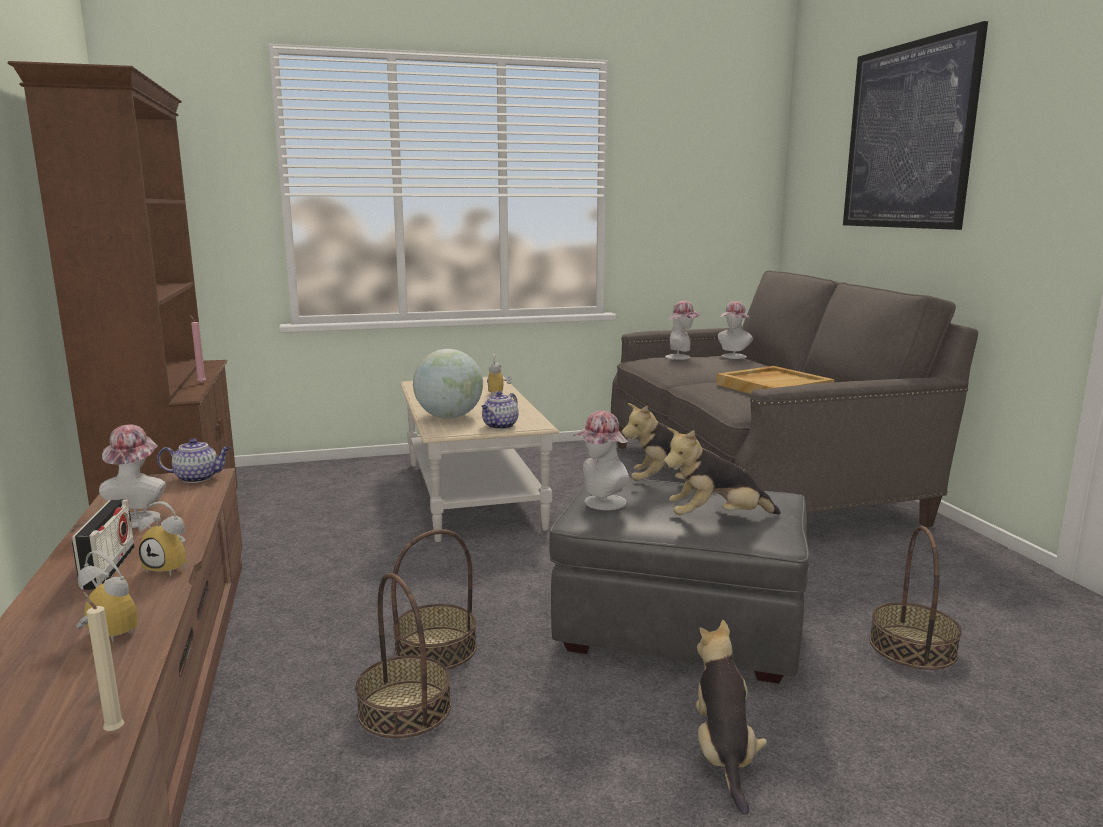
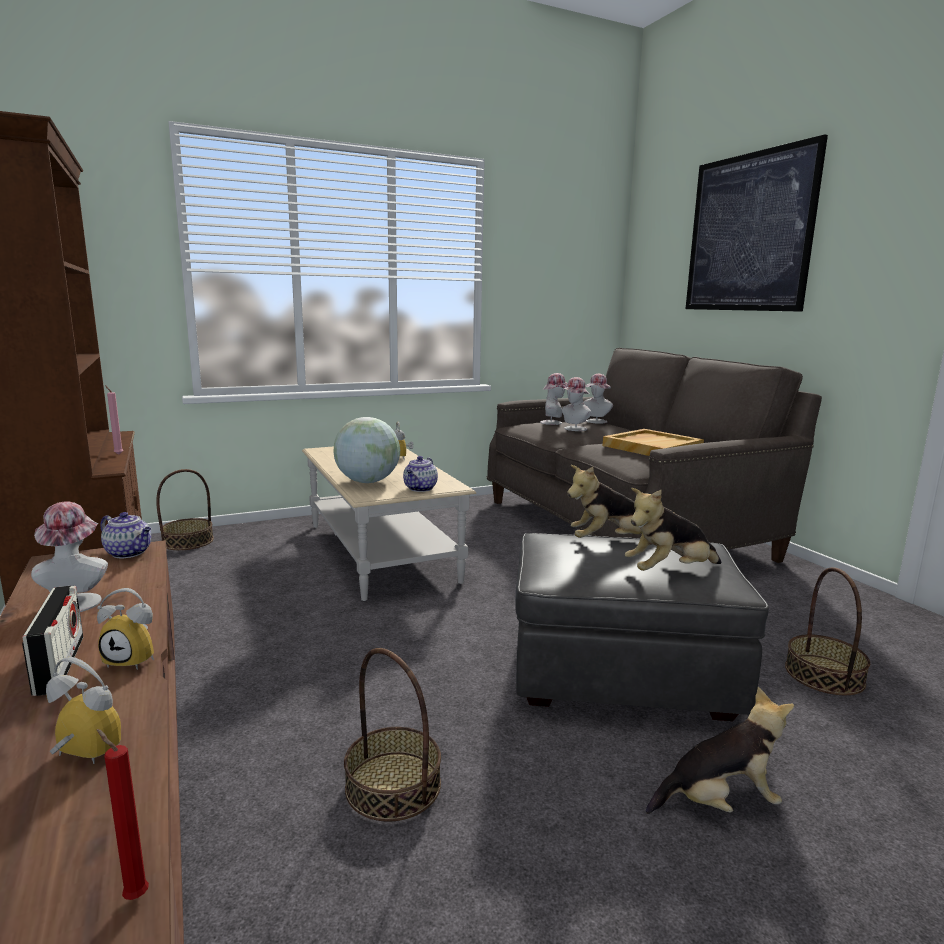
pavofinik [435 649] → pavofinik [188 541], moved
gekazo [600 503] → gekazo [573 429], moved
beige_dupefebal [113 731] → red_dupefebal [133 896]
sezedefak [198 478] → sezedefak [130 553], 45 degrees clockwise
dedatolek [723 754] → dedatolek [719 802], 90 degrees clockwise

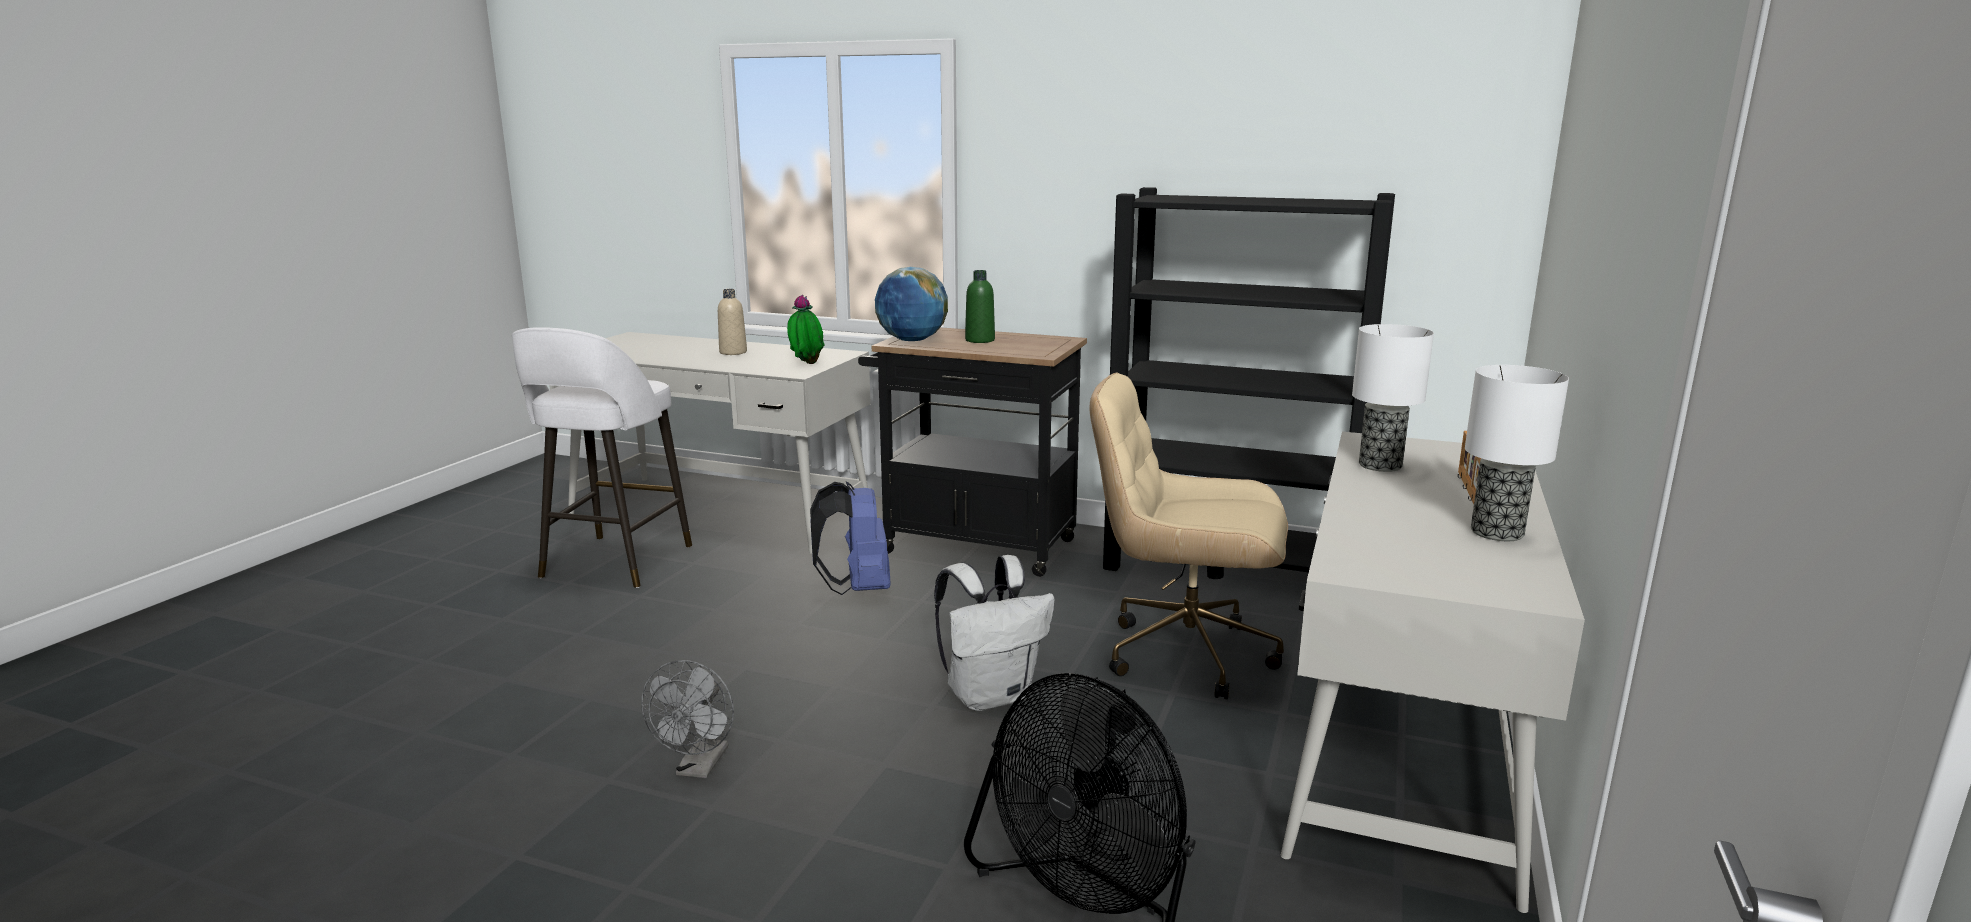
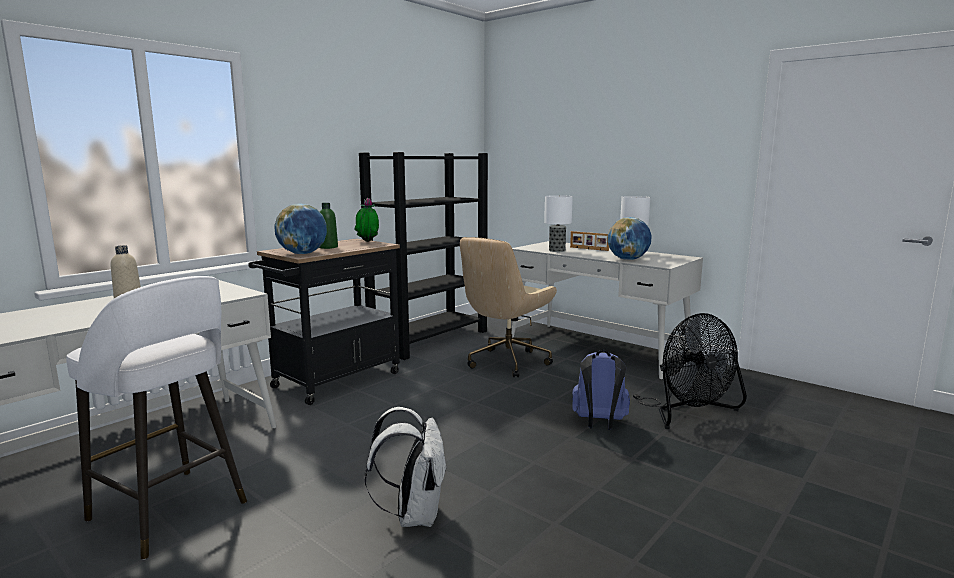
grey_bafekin [699 768] → -
- → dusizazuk [628 259]
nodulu [806 364] → nodulu [367 242], moved
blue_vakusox [857 588] → blue_vakusox [599 424], moved
white_vakusox [991 695] → white_vakusox [414 515], moved

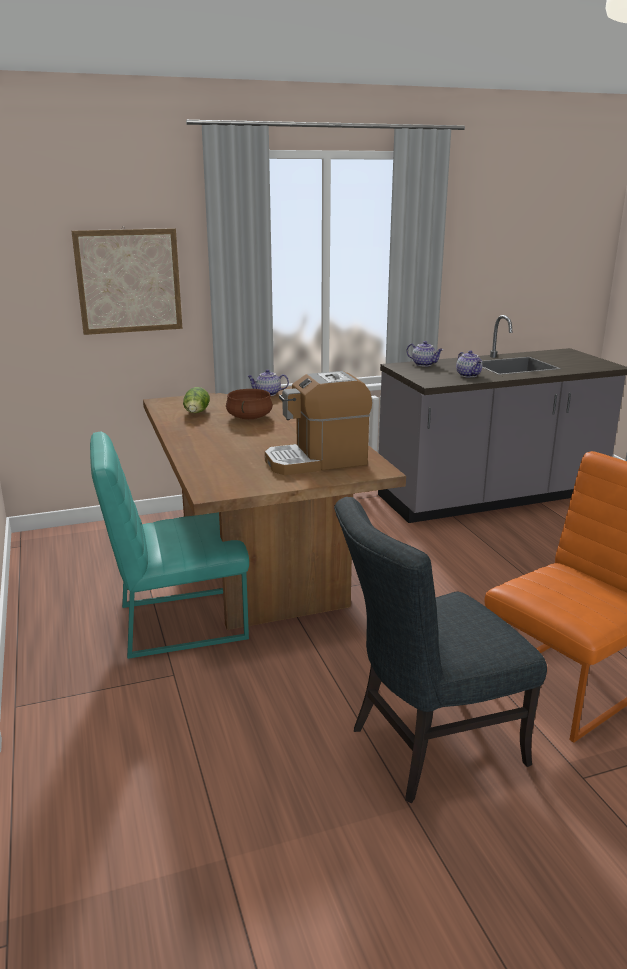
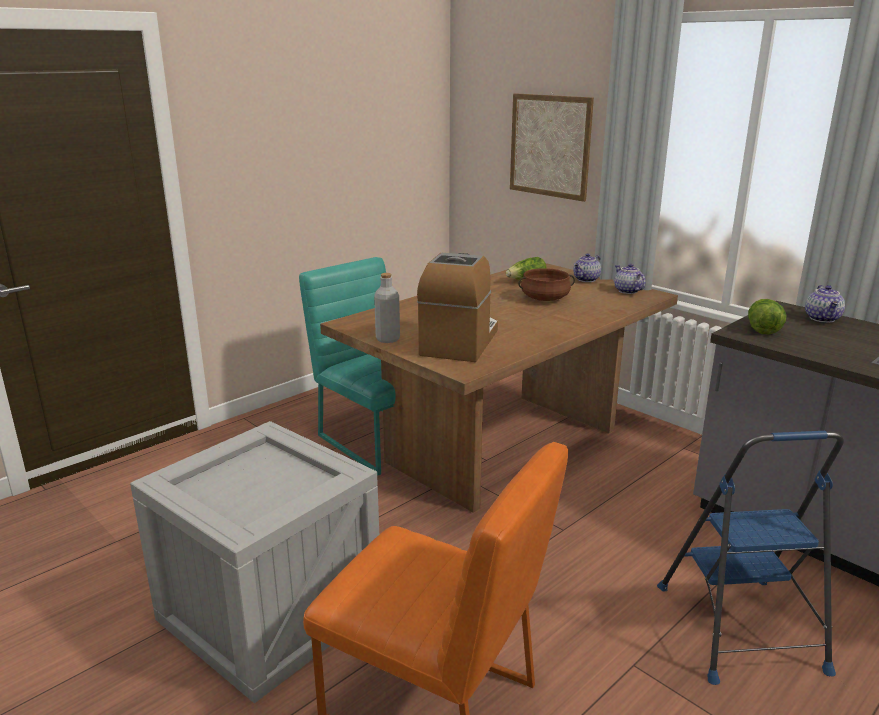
- → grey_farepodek [387 339]
- → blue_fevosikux [741 630]
- → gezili [762 328]
sezedefak [469 375] → sezedefak [586 280], moved
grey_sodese [427 746] → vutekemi [270 610]
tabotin [317 461] → tabotin [459 342], 60 degrees clockwise

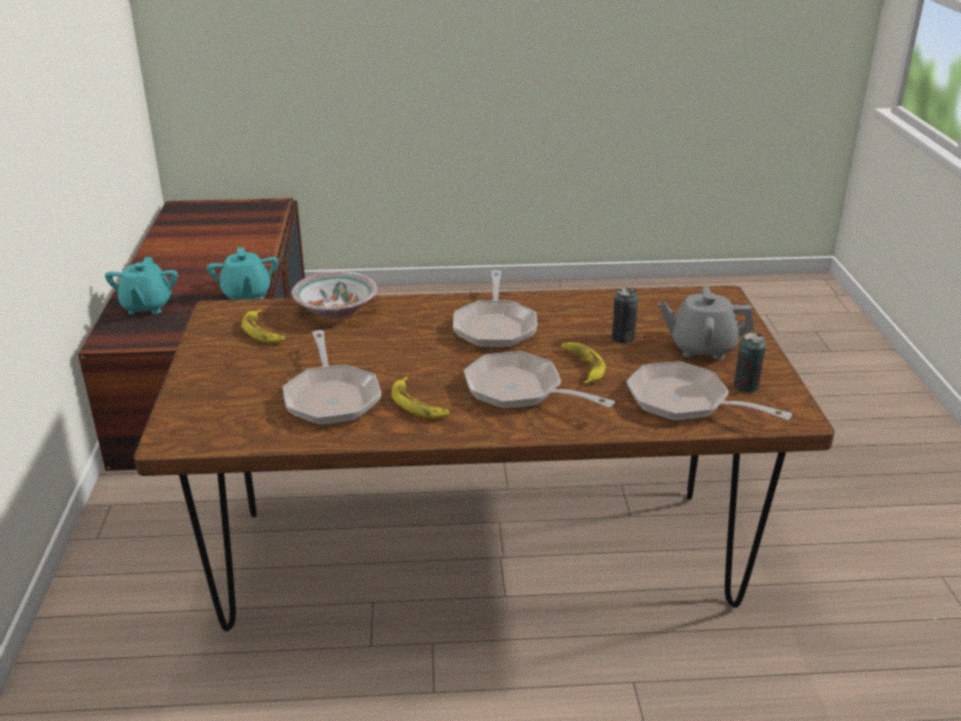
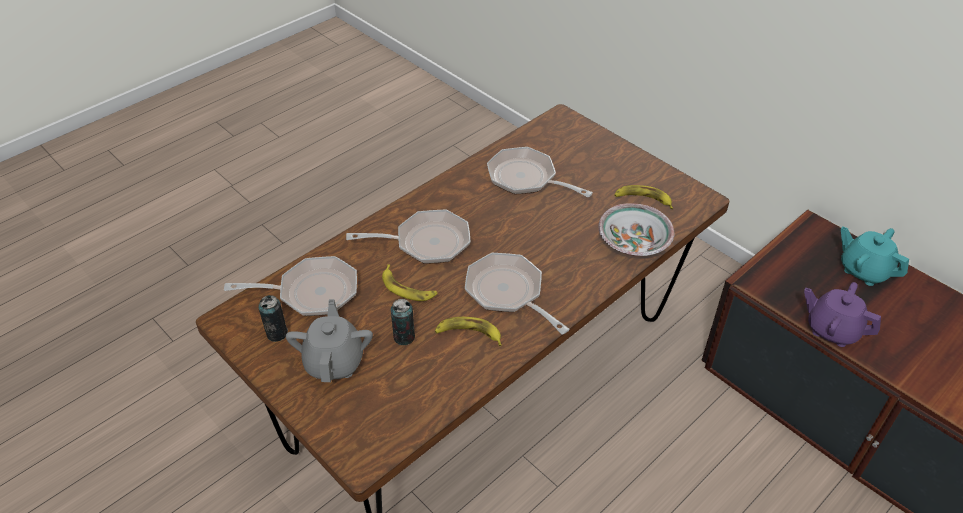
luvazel [418 404] → luvazel [468 334], moved
turquoise_sezedefak [246 295] → purple_sezedefak [832 329]
grey_sezedefak [702 348] → grey_sezedefak [334 362], 60 degrees counterclockwise

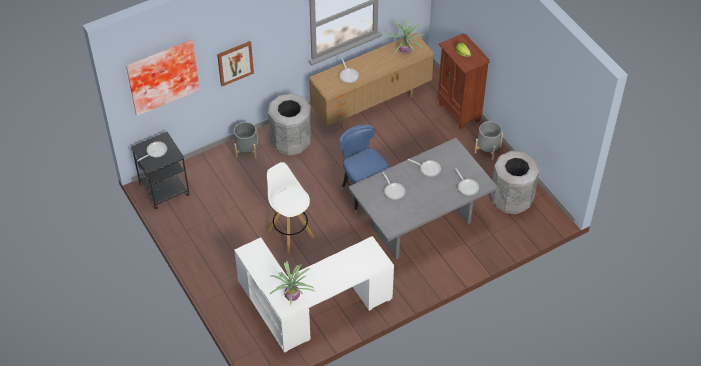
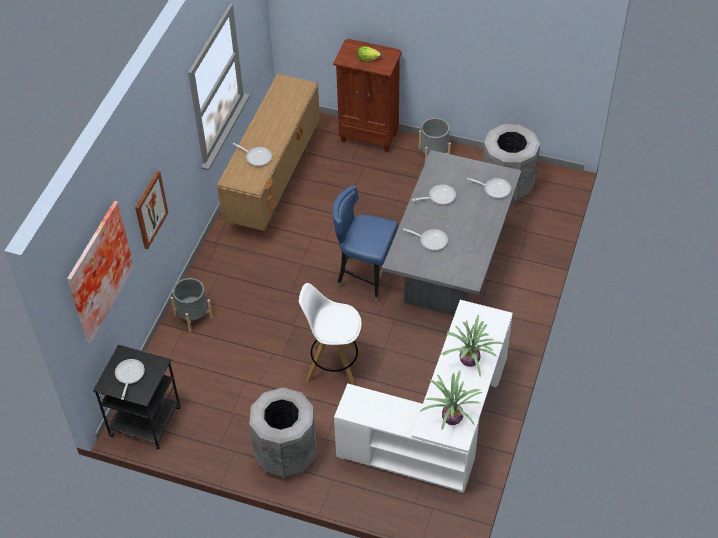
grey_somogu [291 142] → grey_somogu [286 455], moved
nodulu [404 51] → nodulu [469 362], moved

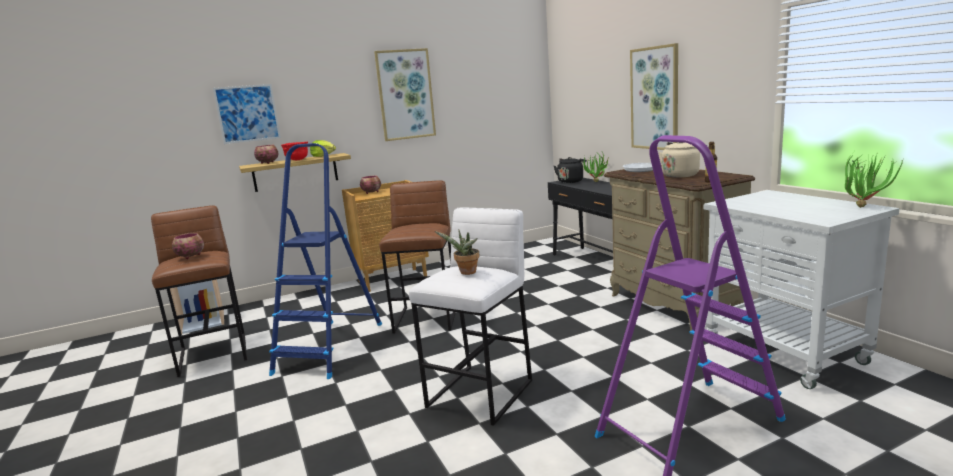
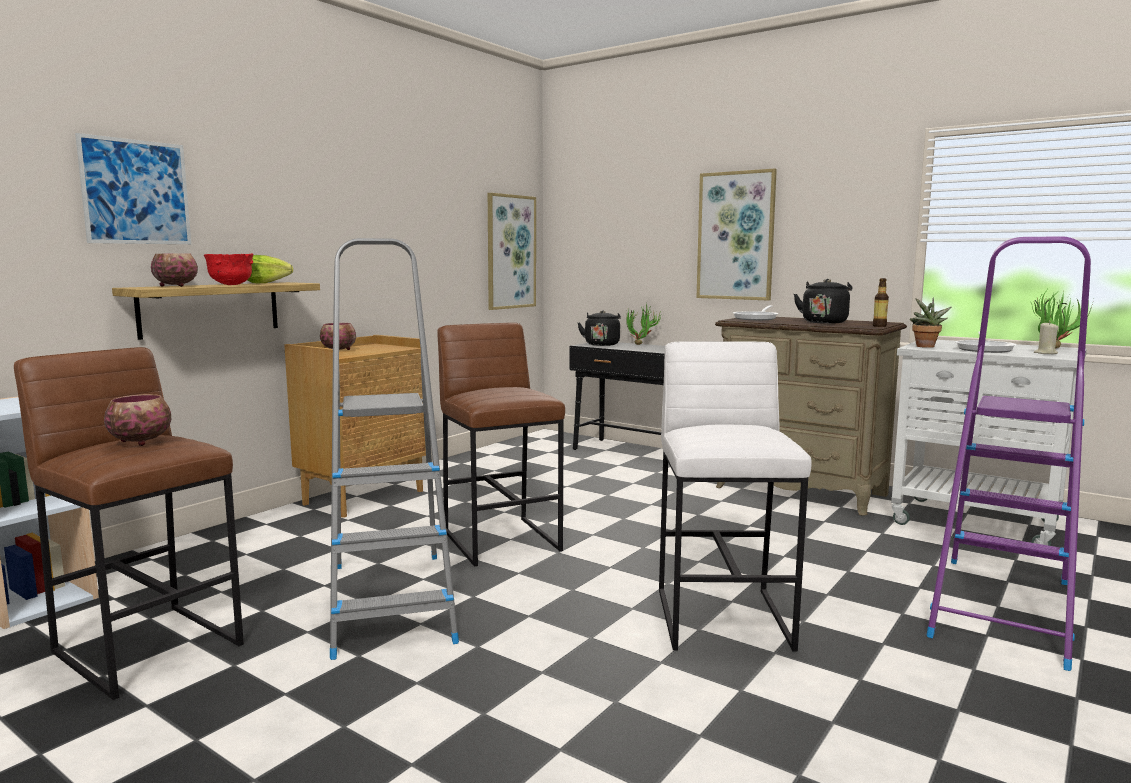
- → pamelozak [984 349]
- → beige_dupefebal [1045 353]
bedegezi [405 94] → bedegezi [510 252], moved
nodulu [466 273] → nodulu [925 347], moved
blue_fevosikux [330 348] → grey_fevosikux [391 601]
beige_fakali [681 175] → black_fakali [824 322]

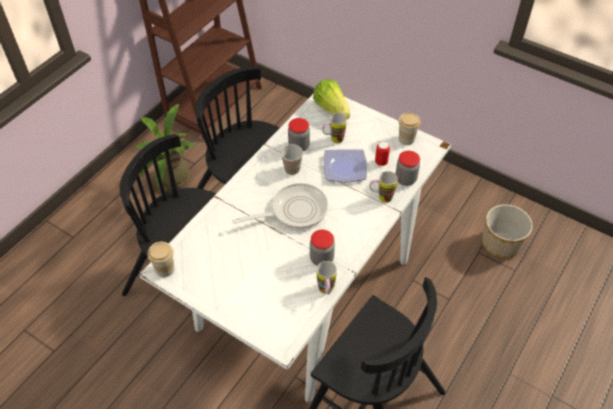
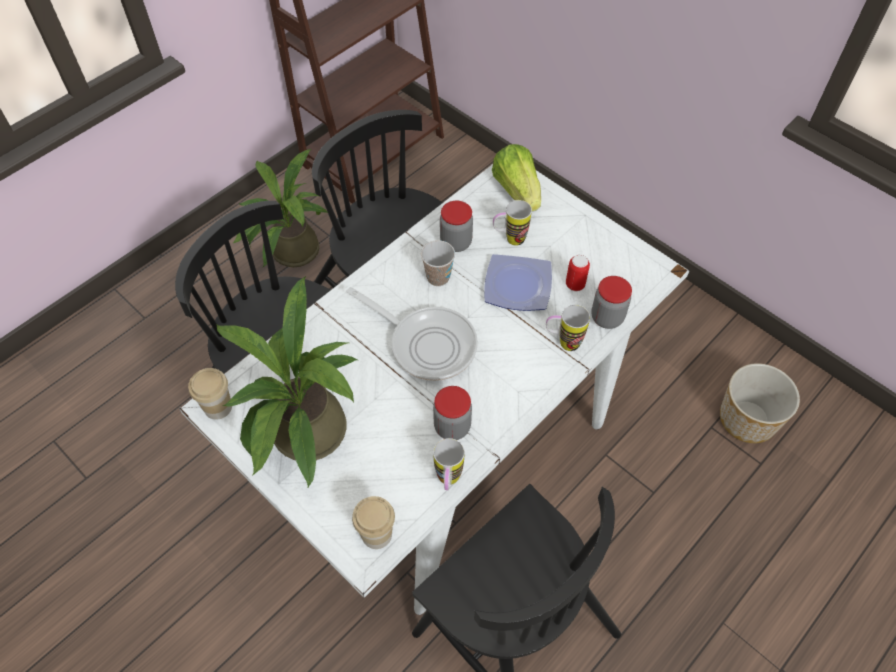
- → nodulu [304 438]
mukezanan [406 139] → mukezanan [376 534], moved
pamelozak [294 211] → pamelozak [427 343], 45 degrees clockwise

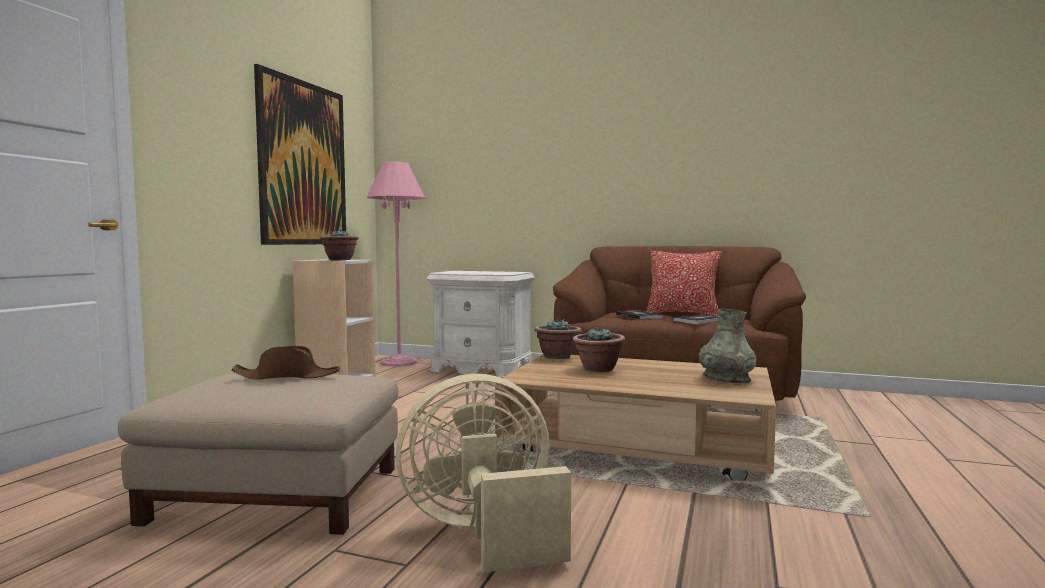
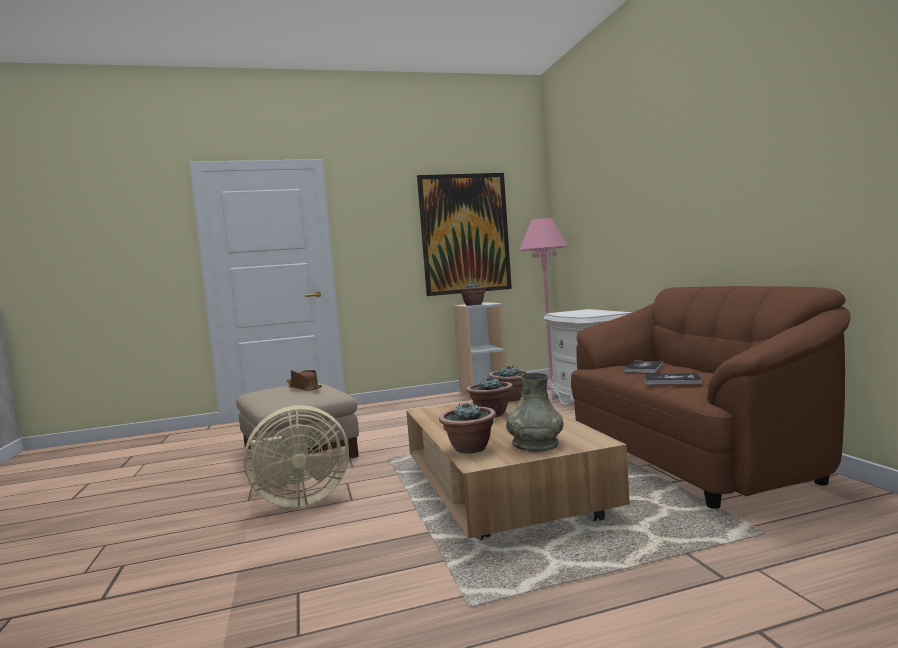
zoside [682 314] → -
- → nodulu [470 449]
beige_bafekin [484 532] → beige_bafekin [298 501], 120 degrees clockwise

